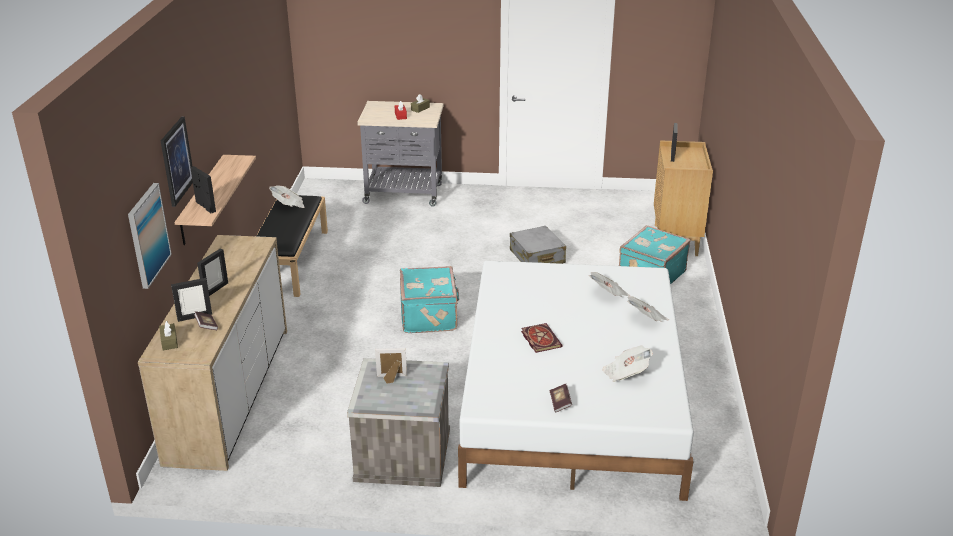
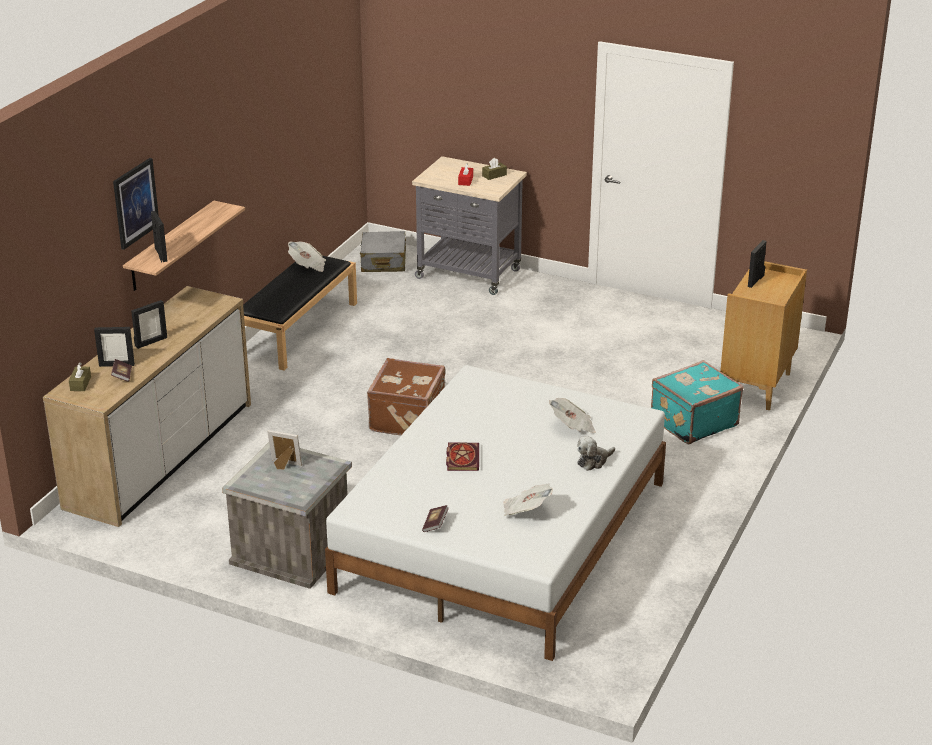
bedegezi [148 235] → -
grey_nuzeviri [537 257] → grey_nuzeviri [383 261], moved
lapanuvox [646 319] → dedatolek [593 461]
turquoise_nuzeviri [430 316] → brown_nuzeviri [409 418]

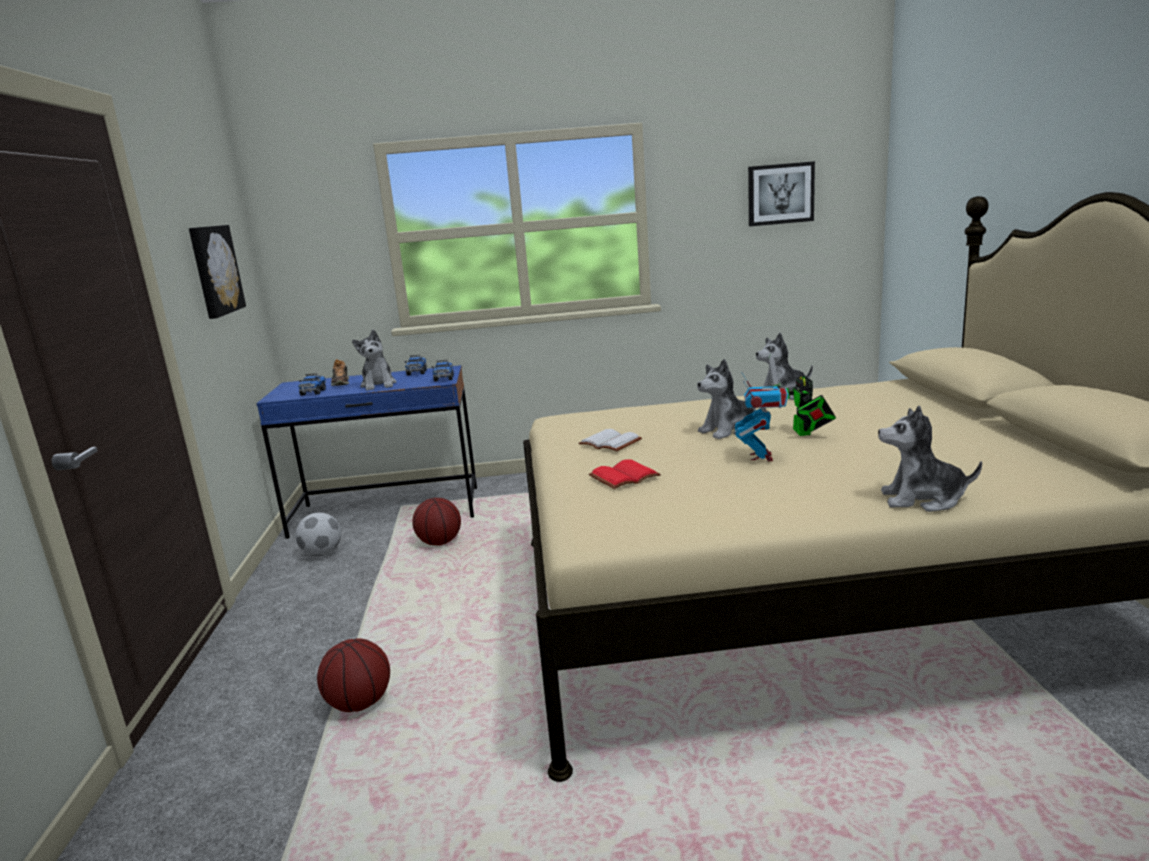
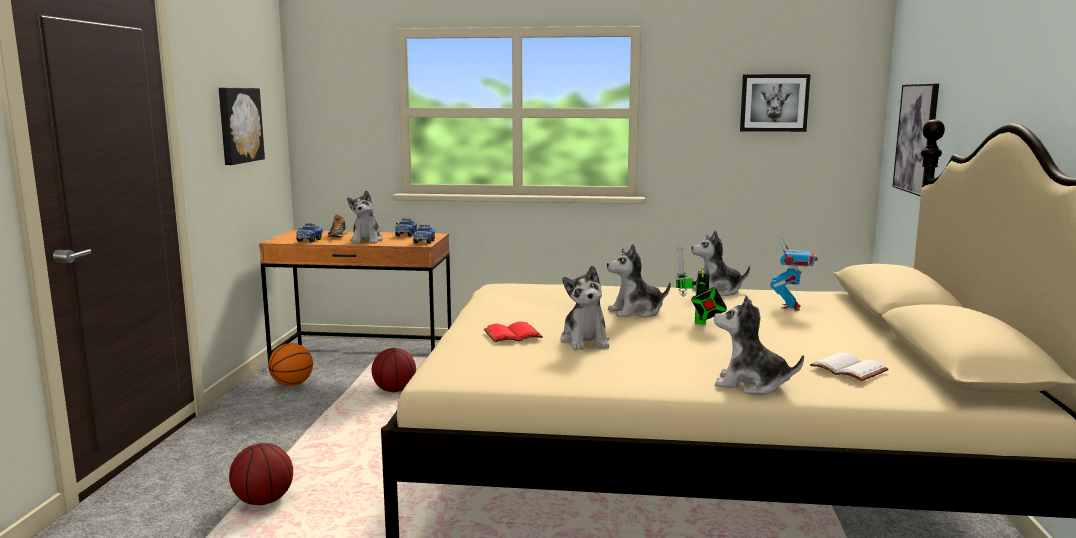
- → dedatolek [585 341]
- → bedegezi [917 138]
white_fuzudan [612 442] → white_fuzudan [850 369], moved
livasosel [761 457] → livasosel [791 307], moved
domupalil [322 553] → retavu [292 384]
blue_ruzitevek [387 512] → brown_ruzitevek [363 359]

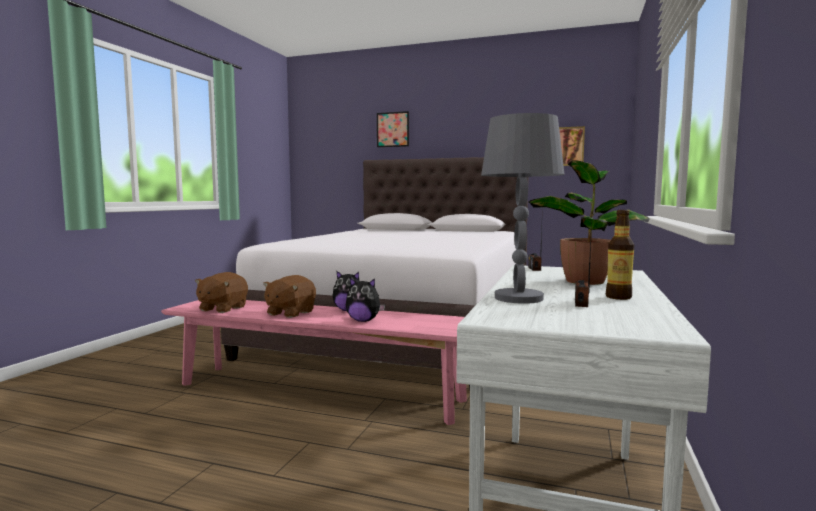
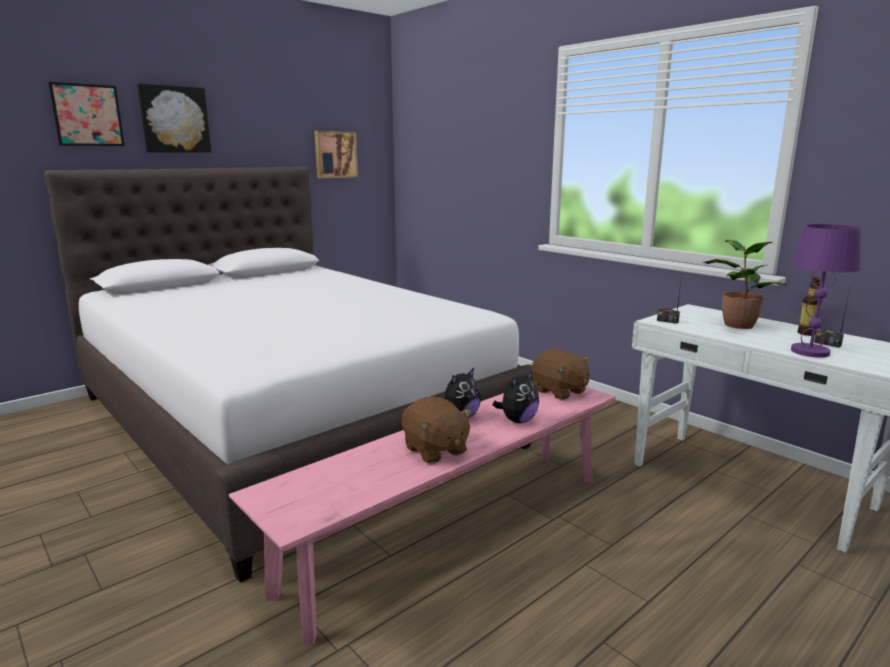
- → bedegezi [174 119]
brown_dedatolek [222 308] → brown_dedatolek [559 391], moved
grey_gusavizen [519 298] → purple_gusavizen [810 352]

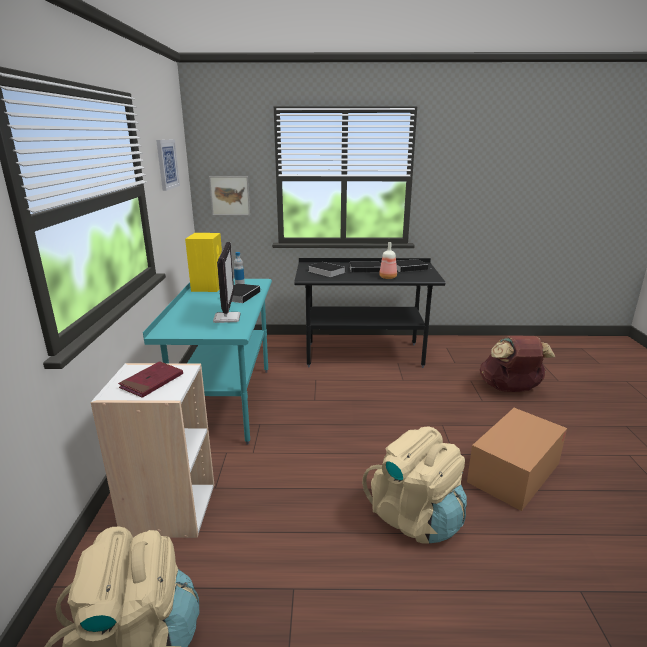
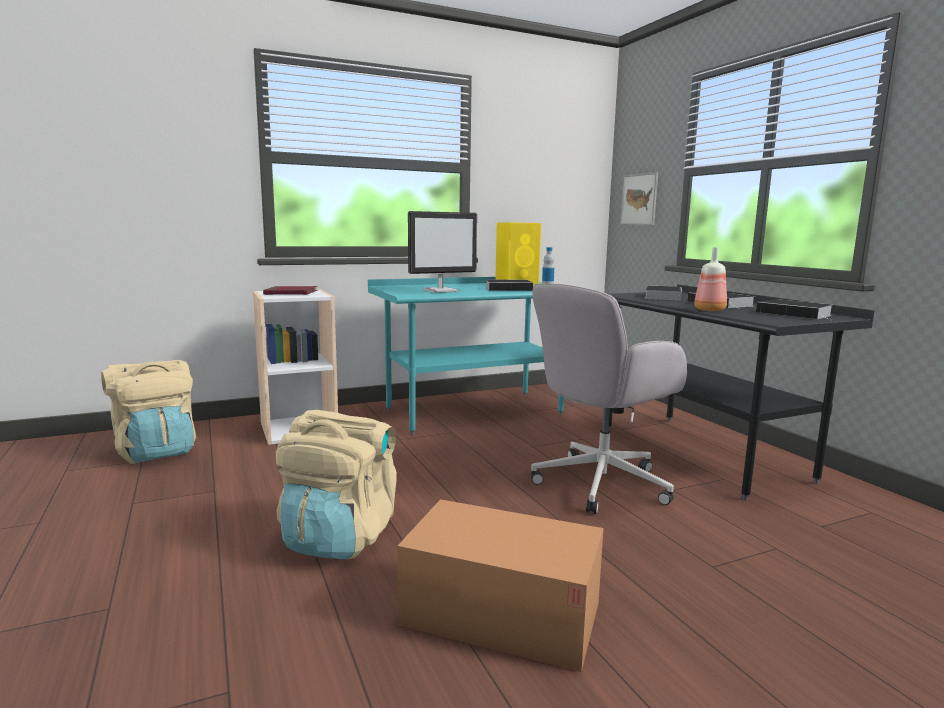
bedegezi [167 164] → -
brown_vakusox [510 389] → -
- → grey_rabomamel [600 484]

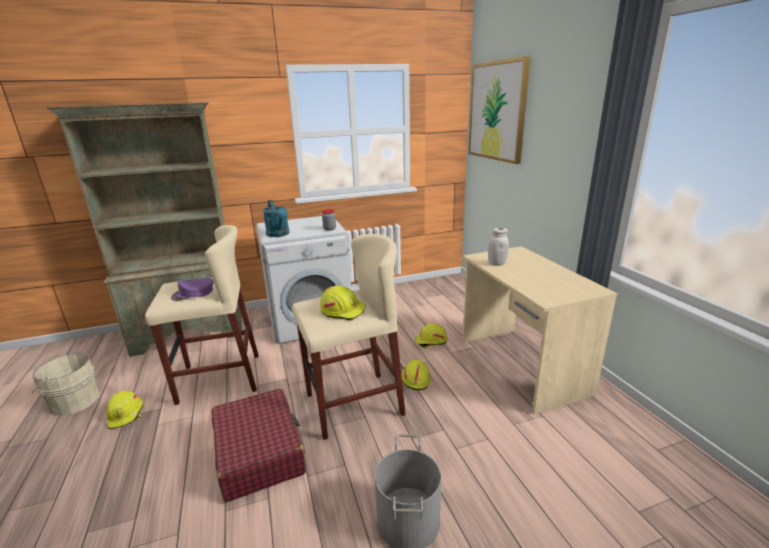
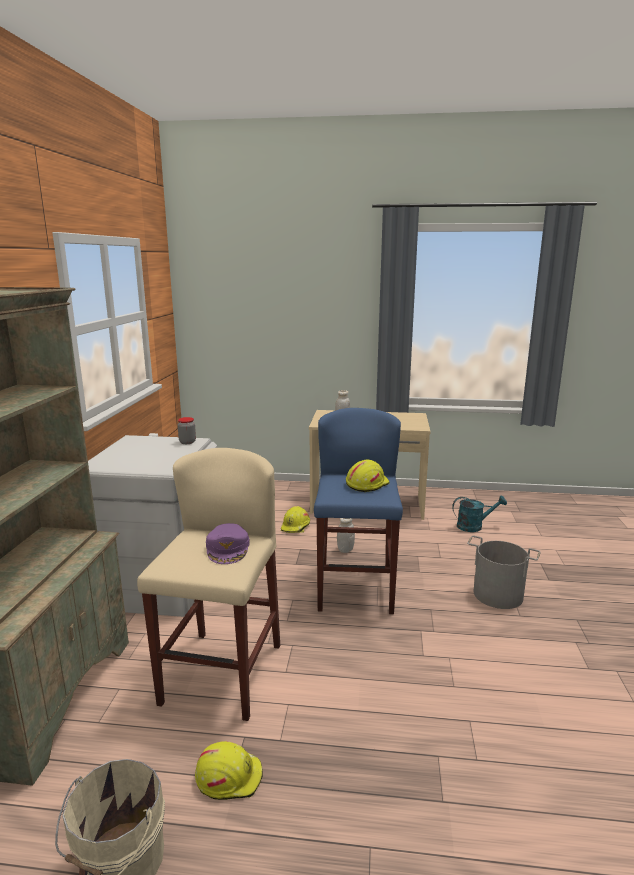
red_nuzeviri [259 452] → -
bedegezi [497 111] → -
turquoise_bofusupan [279 234] → turquoise_bofusupan [474 526], moved
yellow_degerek [415 379] → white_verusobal [345 549]
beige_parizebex [354 404] → blue_parizebex [355 588]

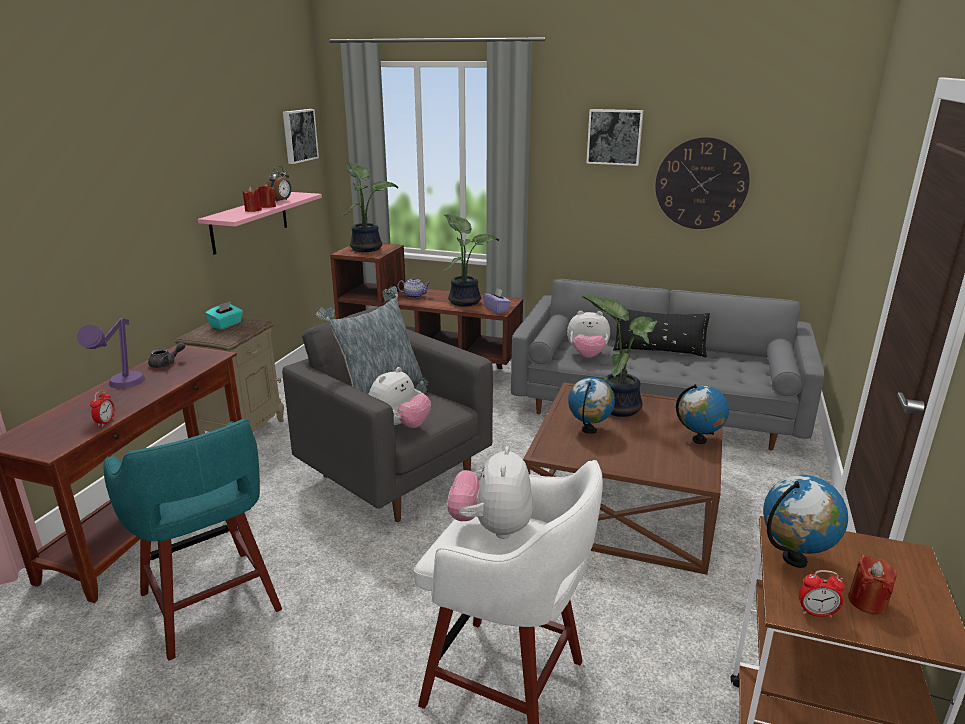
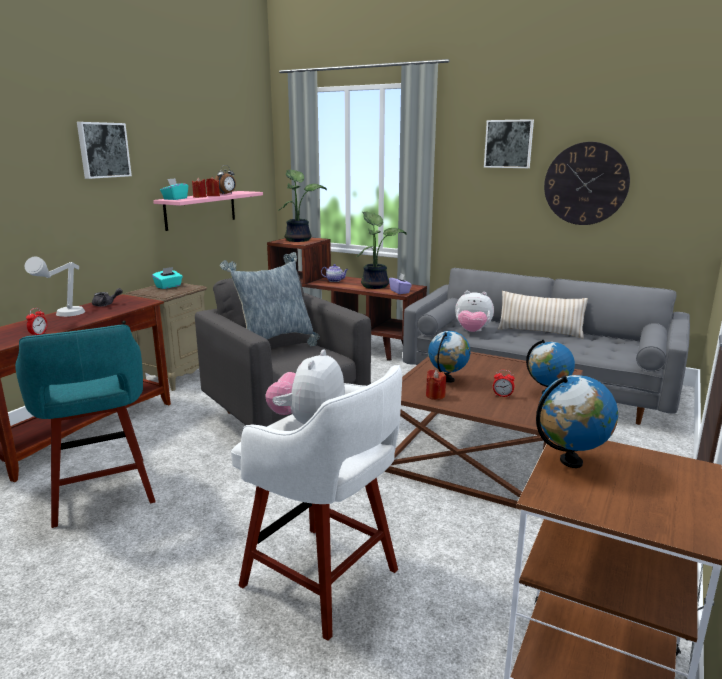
dedatolek [399 427] → -
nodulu [618 407] → -
- → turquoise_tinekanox [175 199]
bedegezi [299 135] → bedegezi [103 150], moved
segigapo [816 613] → segigapo [502 396], moved
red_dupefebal [867 602] → red_dupefebal [435 396], moved
purple_gusavizen [121 388] → grey_gusavizen [63 316]
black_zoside [658 351] → beige_zoside [540 332]

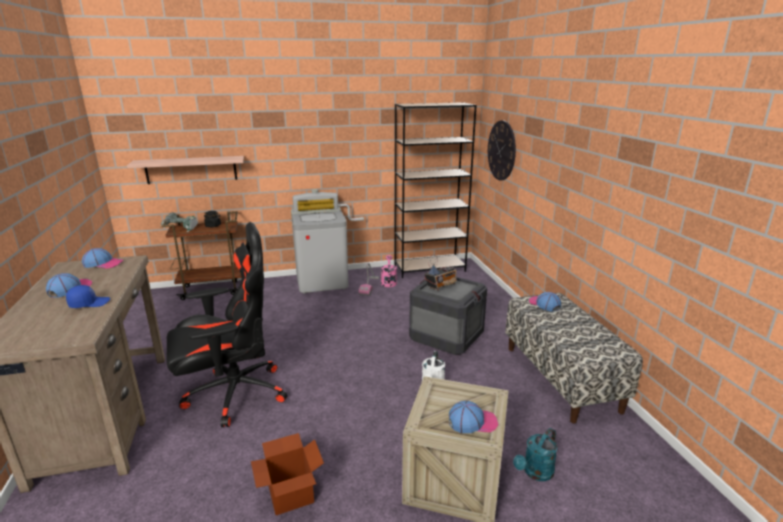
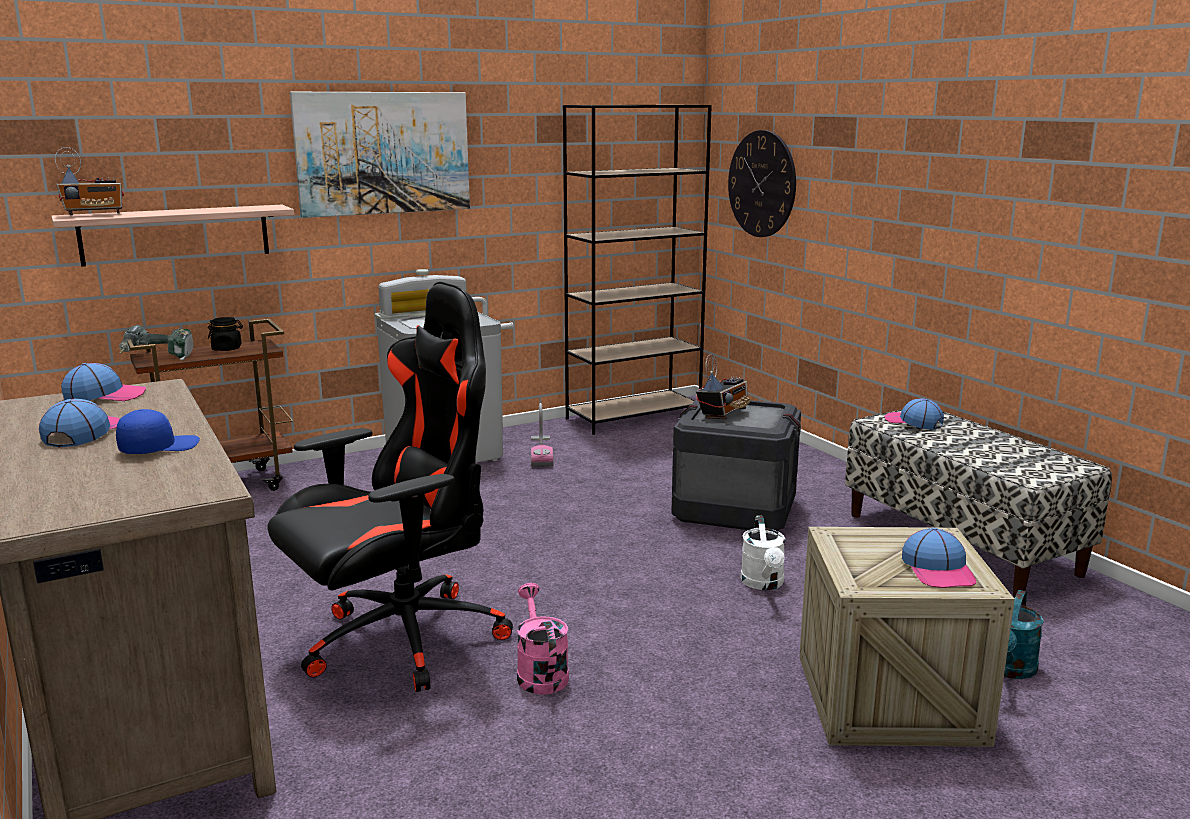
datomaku [291 494] → -
- → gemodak [95 215]
- → bedegezi [383 153]
pink_bofusupan [388 282] → pink_bofusupan [540 672], moved
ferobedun [472 422] → ferobedun [938 570], 105 degrees clockwise

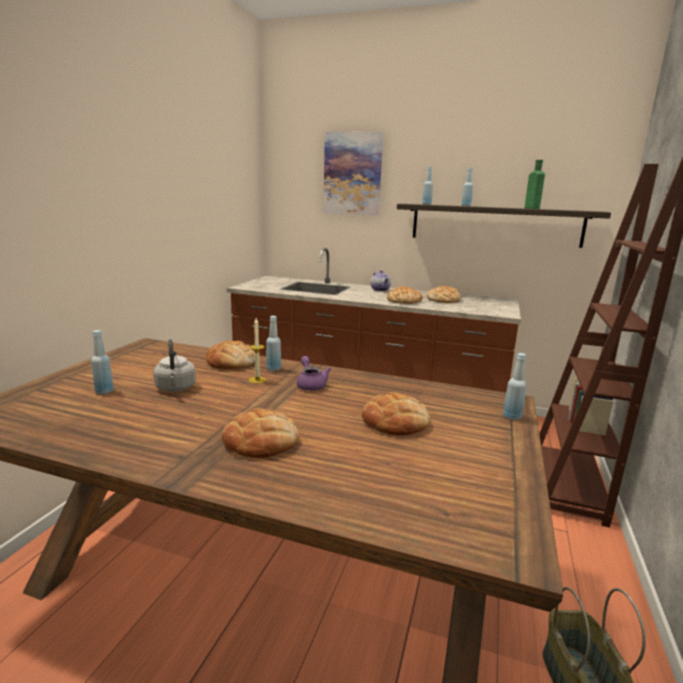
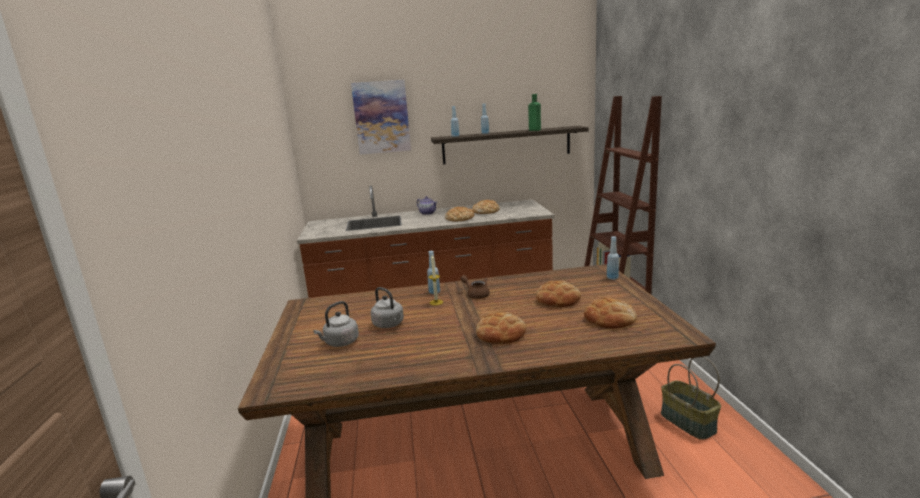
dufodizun [231 362] → dufodizun [610 319], moved
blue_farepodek [104 391] → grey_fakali [340 343]
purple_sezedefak [311 384] → brown_sezedefak [476 294]

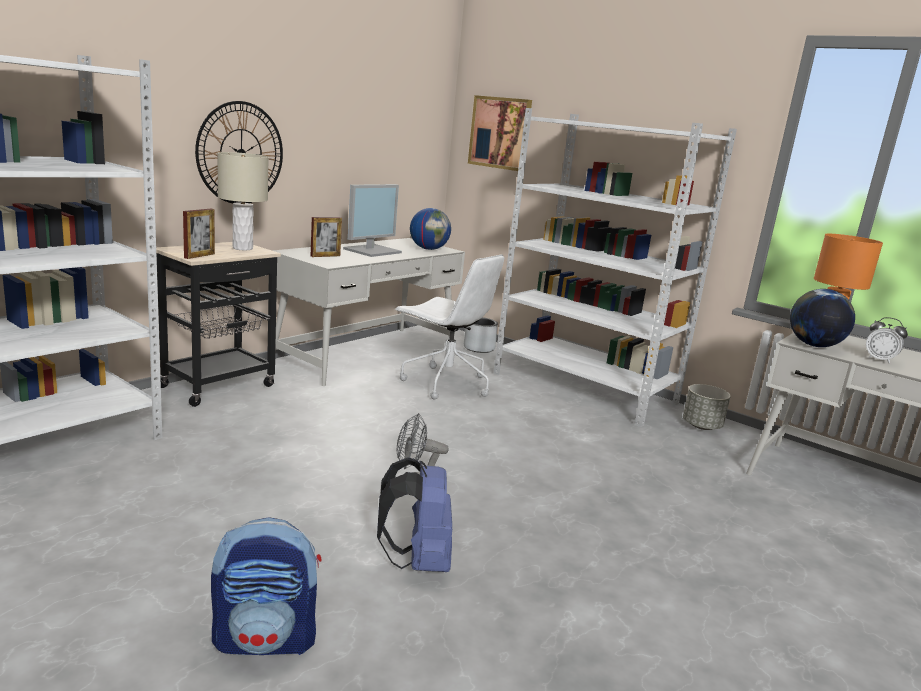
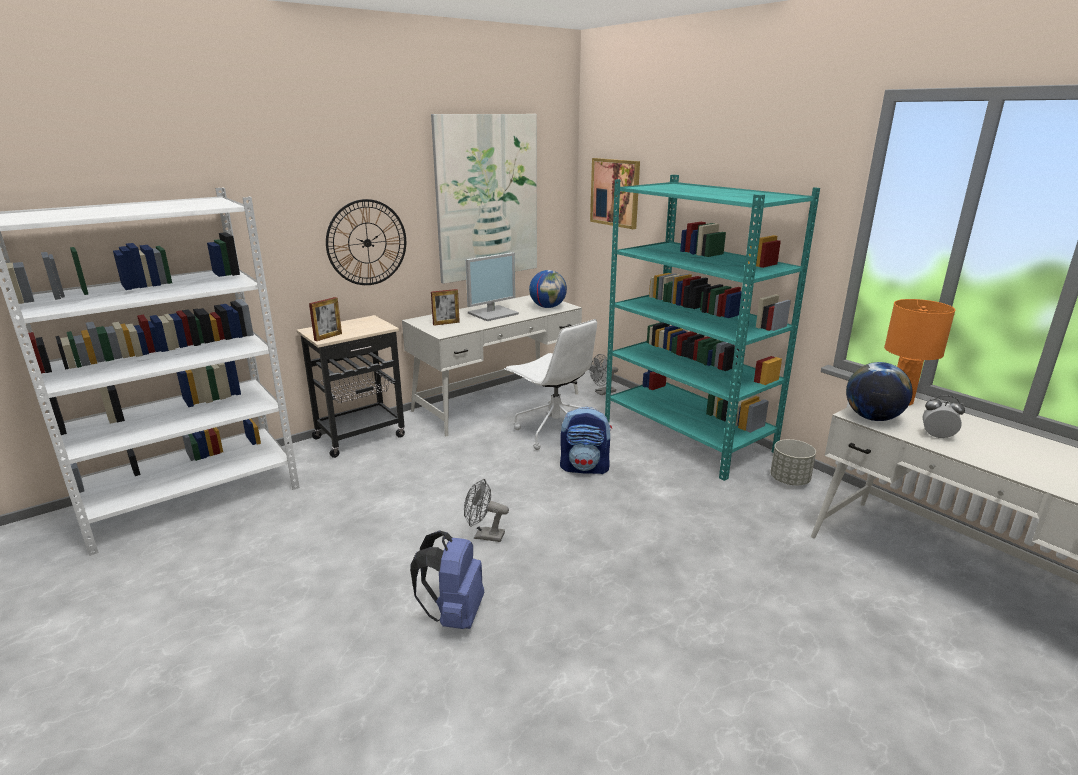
beige_gusavizen [243 248] → -
- → bedegezi [487 198]
vakusox [266 639] → vakusox [585 468], moved
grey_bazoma [479 348] → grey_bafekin [603 392]
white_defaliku [584 388] → turquoise_defaliku [686 436]
segigapo [879 360] → segigapo [937 436], 150 degrees clockwise

